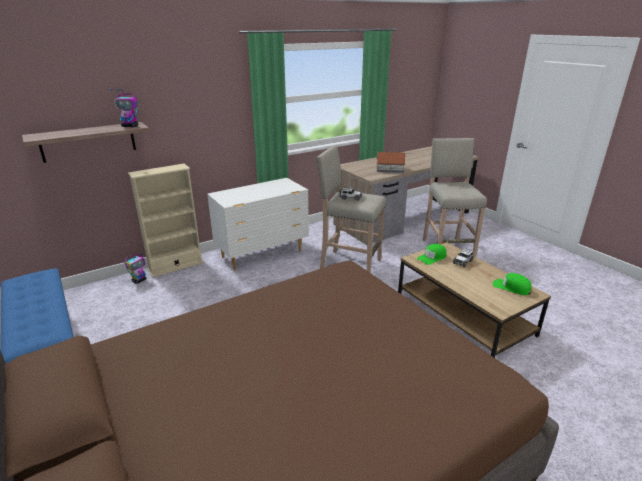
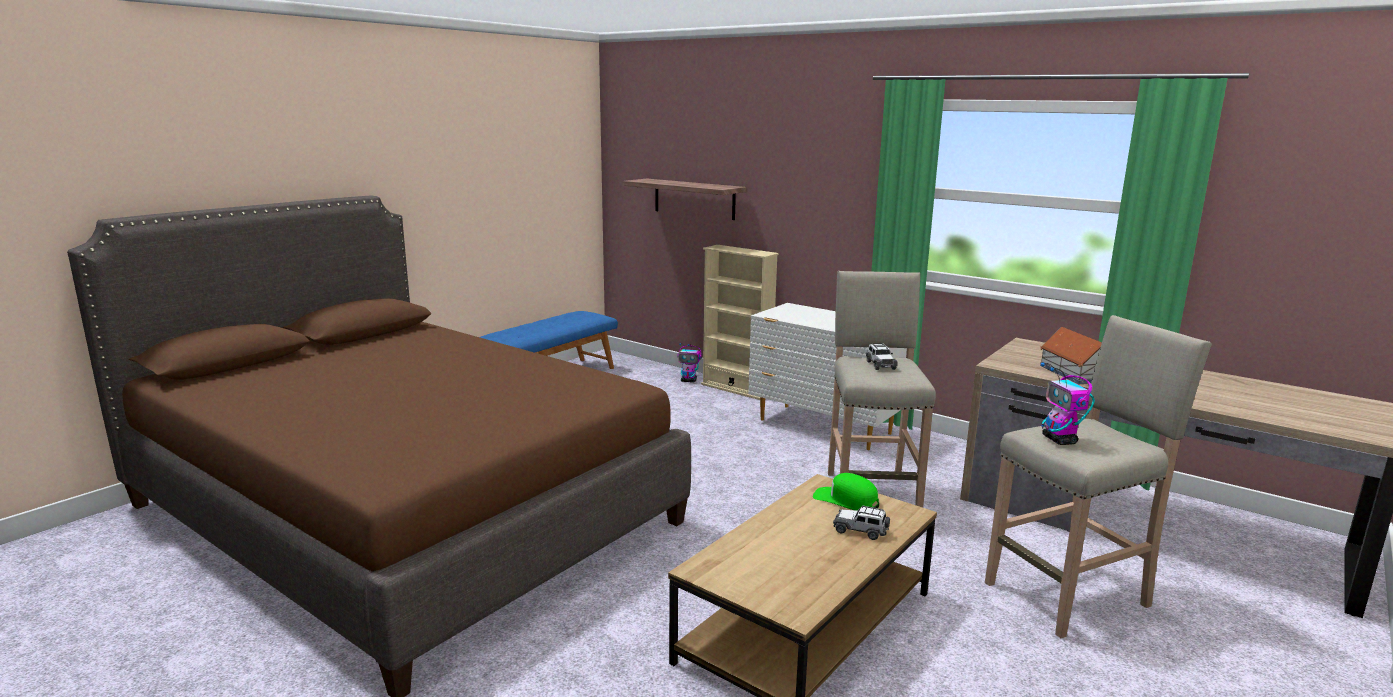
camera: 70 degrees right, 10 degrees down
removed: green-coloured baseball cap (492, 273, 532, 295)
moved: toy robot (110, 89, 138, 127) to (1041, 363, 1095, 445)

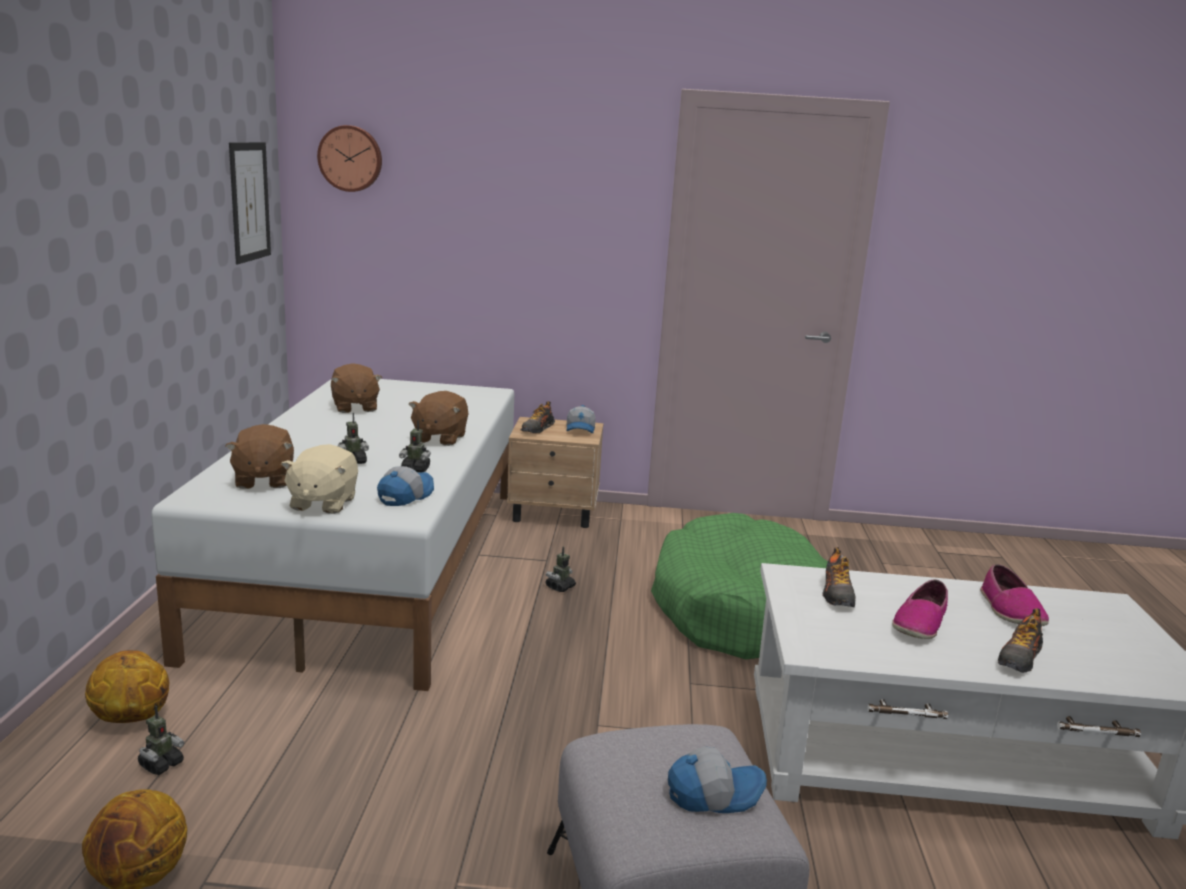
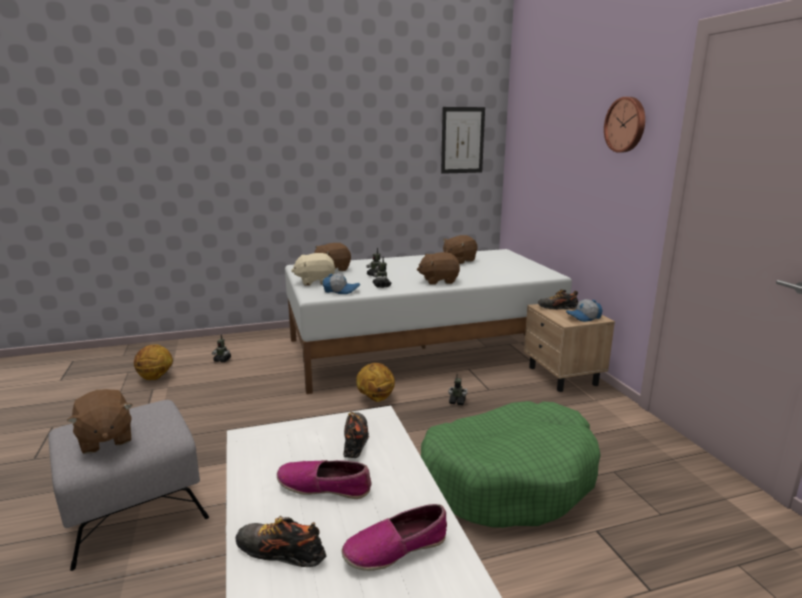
camera: 70 degrees right, 0 degrees up
moved: ball for basketball (85, 650, 169, 723) to (356, 363, 395, 402); wall clock (317, 125, 382, 192) to (604, 97, 645, 153)
replaced: baseball cap (668, 746, 767, 813) to brown-coloured cuddly toy (67, 389, 133, 454)
turned: shoe (822, 547, 855, 607) = (343, 412, 369, 458) 105 degrees clockwise

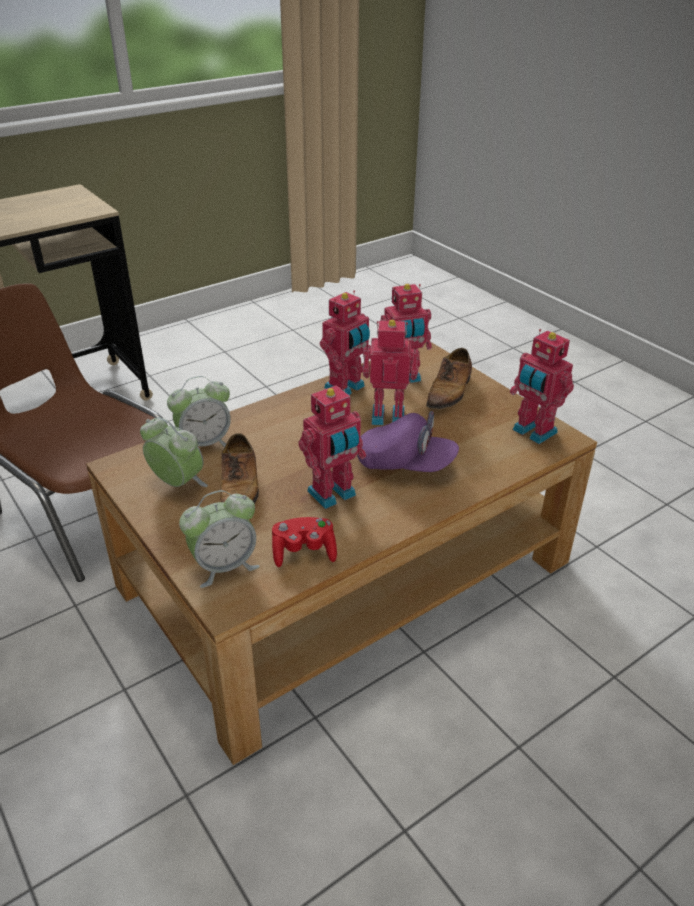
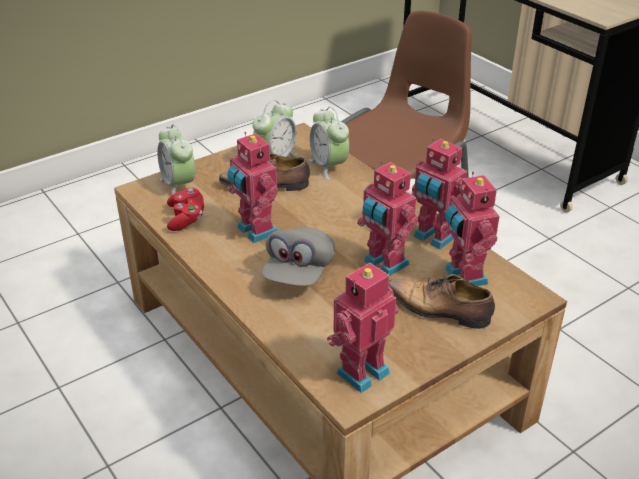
camera: 90 degrees right, 0 degrees up
recoloured: purplish baseball cap (357, 411, 459, 472) to greyish baseball cap (262, 228, 335, 286)
turned: toy robot (362, 320, 419, 425) = (357, 161, 418, 276) 135 degrees clockwise

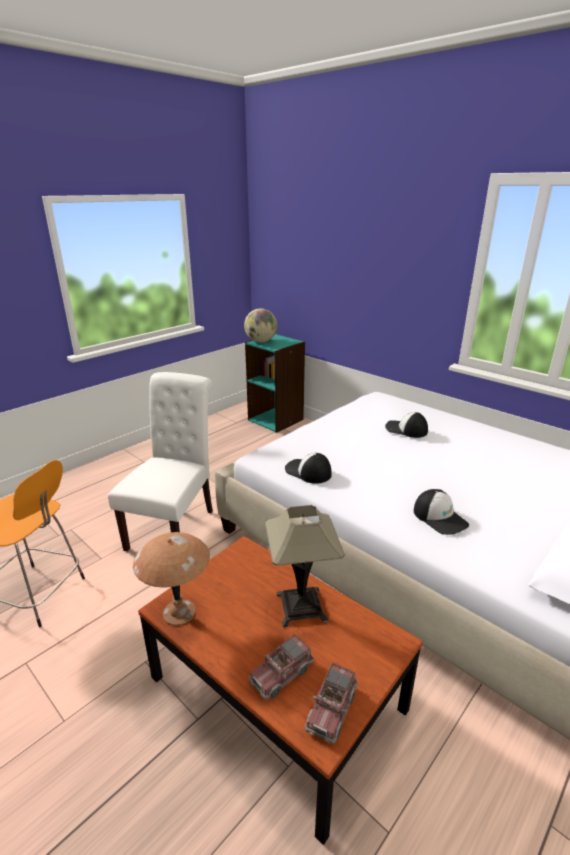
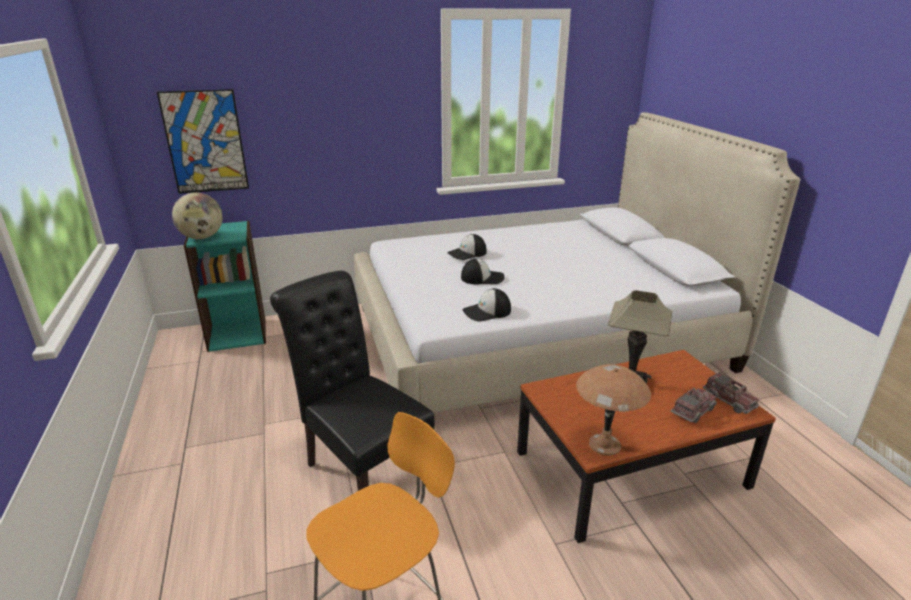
camera: 60 degrees left, 0 degrees up
added: wall picture (157, 89, 249, 194)
moved: baseball cap (414, 489, 469, 535) to (461, 258, 505, 284)
recoloured: white-coloured upright chair (108, 372, 213, 552) to black-coloured upright chair (270, 271, 435, 491)
turned: toy lorry (249, 634, 314, 700) = (671, 388, 717, 423) 120 degrees counterclockwise

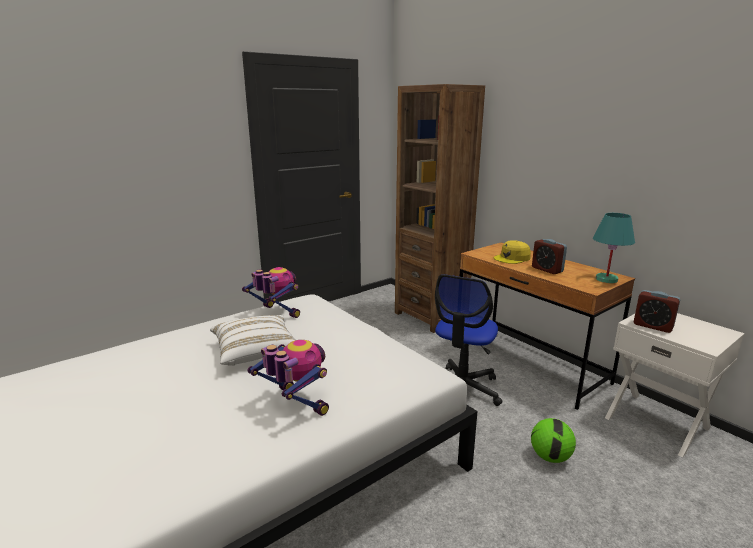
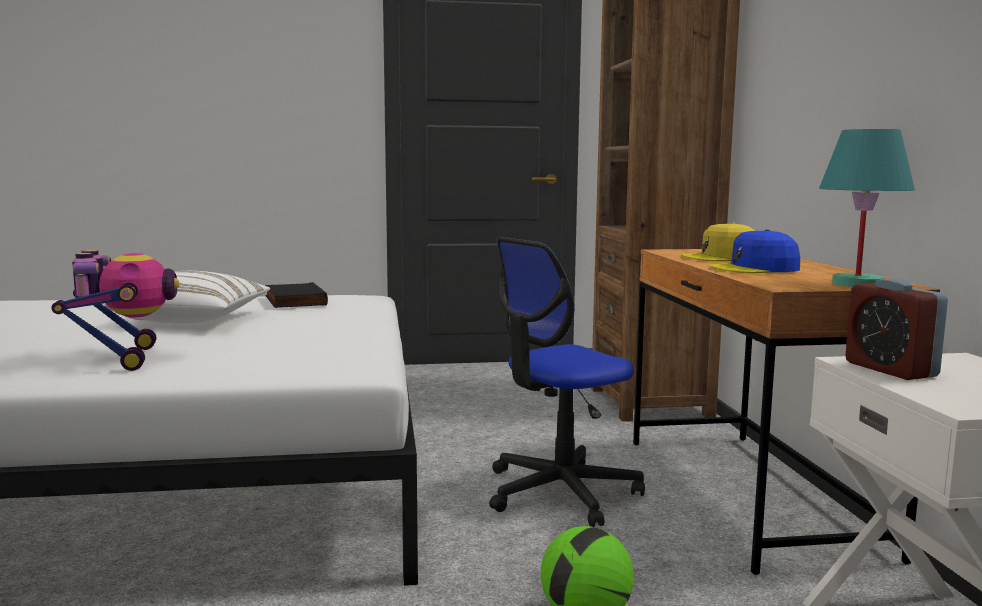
camera: 30 degrees right, 10 degrees down
replaced: toy robot (242, 267, 300, 318) to black-coloured book (265, 282, 328, 308); bedside clock (532, 239, 567, 274) to blue baseball cap (709, 229, 800, 273)

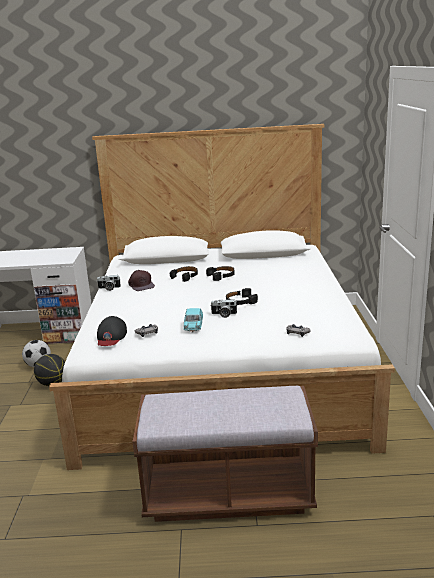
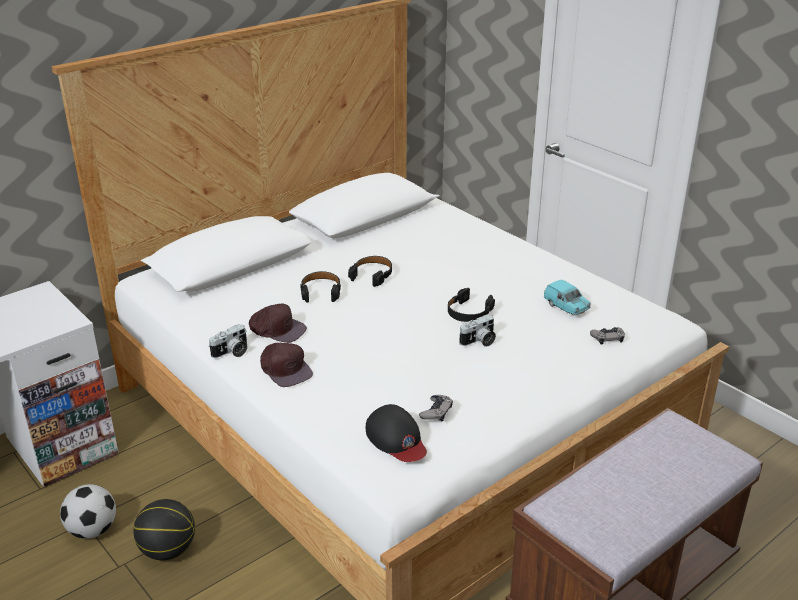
camera: 40 degrees left, 10 degrees up
added: brown-coloured baseball cap (260, 342, 313, 387)
moved: turquoise toy car (184, 308, 203, 332) to (544, 280, 590, 315)

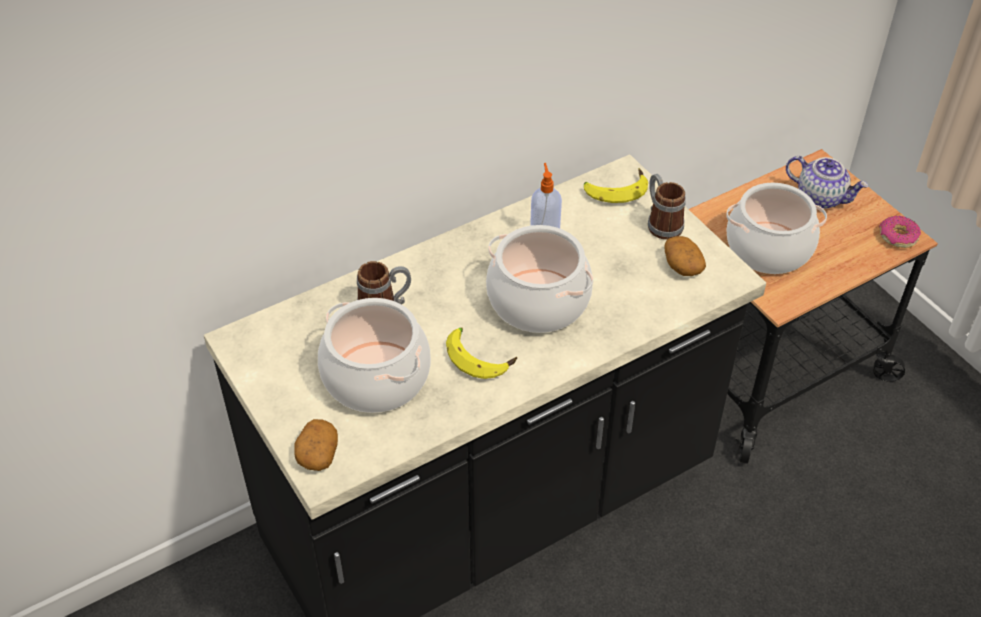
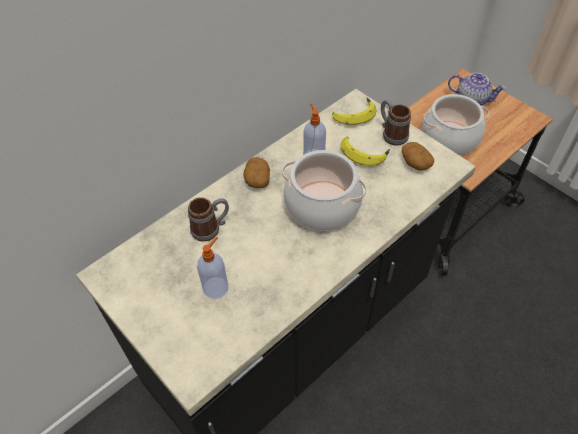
camera: 10 degrees left, 5 degrees up
removed: ring doughnut (879, 216, 921, 248)
moved: spud (294, 419, 338, 471) to (243, 157, 270, 188); banana fruit (446, 327, 517, 379) to (341, 137, 390, 166)
replaced: stockpot (318, 298, 431, 413) to soap bottle (197, 237, 228, 299)

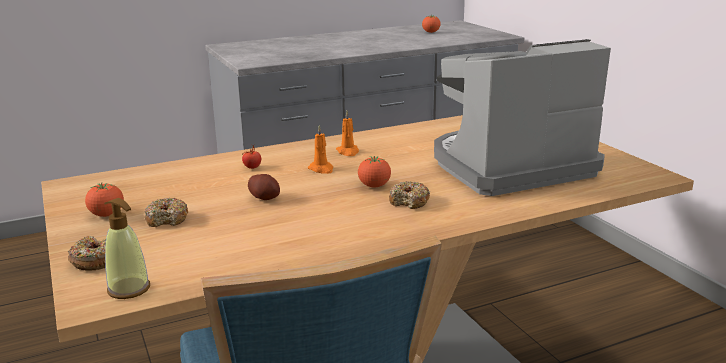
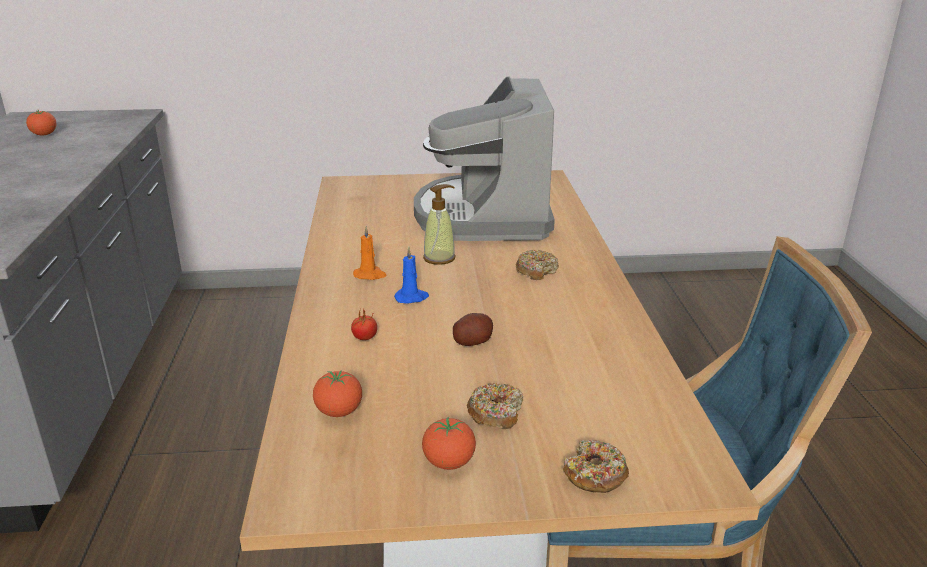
camera: 70 degrees left, 5 degrees up
moved: whole tomato (358, 156, 391, 188) to (313, 370, 362, 417); soap bottle (104, 198, 150, 299) to (423, 184, 456, 265)
recoloured: orange wax light (308, 125, 333, 174) to blue wax light (394, 247, 429, 304)

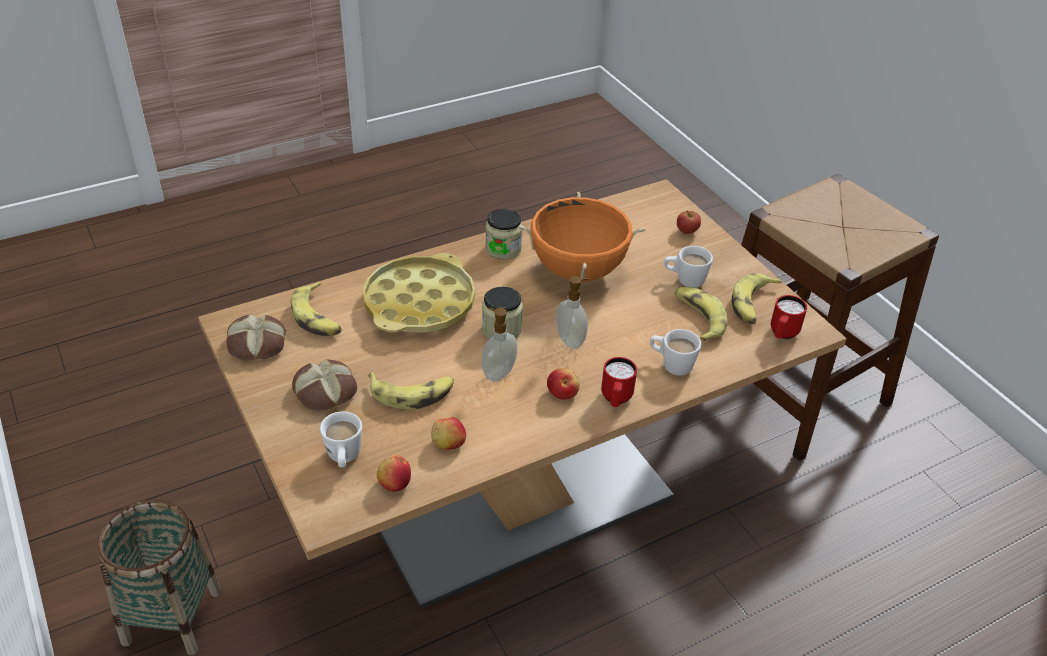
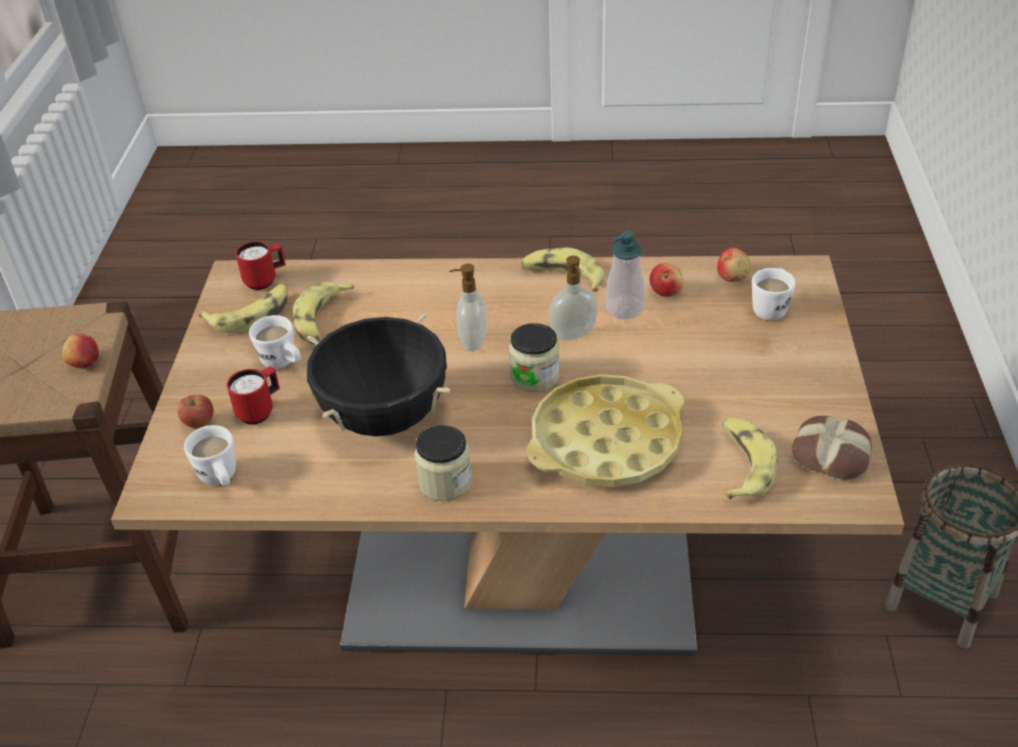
camera: 145 degrees left, 0 degrees up
removed: bread (292, 359, 357, 411)
added: soap bottle (606, 231, 645, 319)
moved: apple fruit (547, 368, 580, 400) to (62, 333, 99, 368); white-coloured tea mug (650, 329, 701, 376) to (184, 425, 236, 486); red-coloured tea mug (601, 357, 637, 407) to (227, 366, 280, 424); banana fruit (369, 372, 454, 409) to (521, 247, 604, 292)
recoloured: orange stockpot (518, 192, 645, 282) to black-coloured stockpot (307, 313, 451, 436)

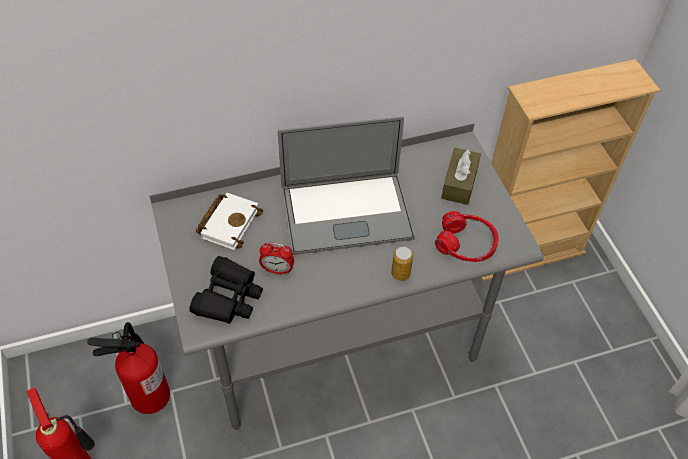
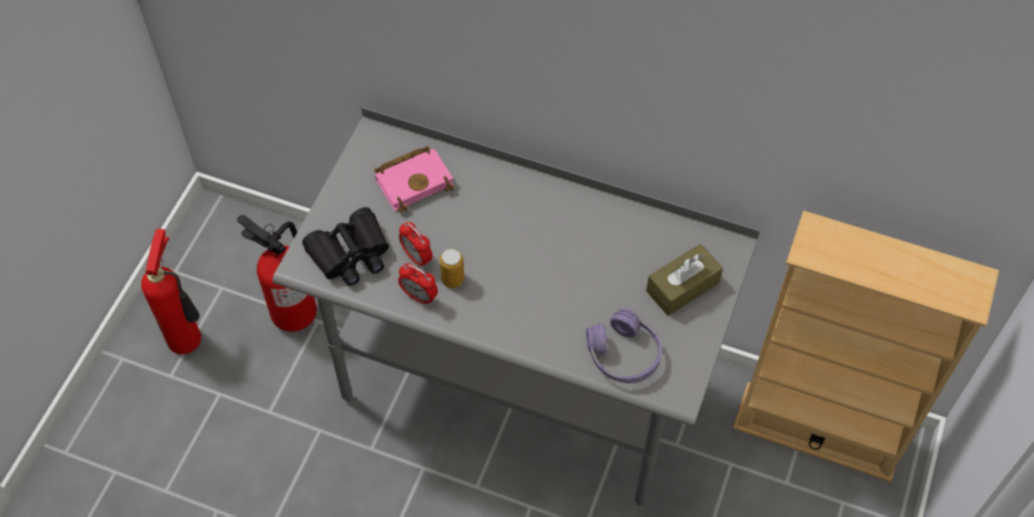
camera: 40 degrees right, 5 degrees up
removed: portable computer (278, 116, 415, 255)
added: bedside clock (398, 263, 438, 305)
moved: metal can (391, 247, 413, 281) to (440, 249, 464, 288)
recoloured: white-coloured book (196, 193, 264, 250) to pinkish book (374, 146, 454, 213); red-coloured headset (435, 211, 499, 262) to purplish headset (586, 308, 662, 383)

